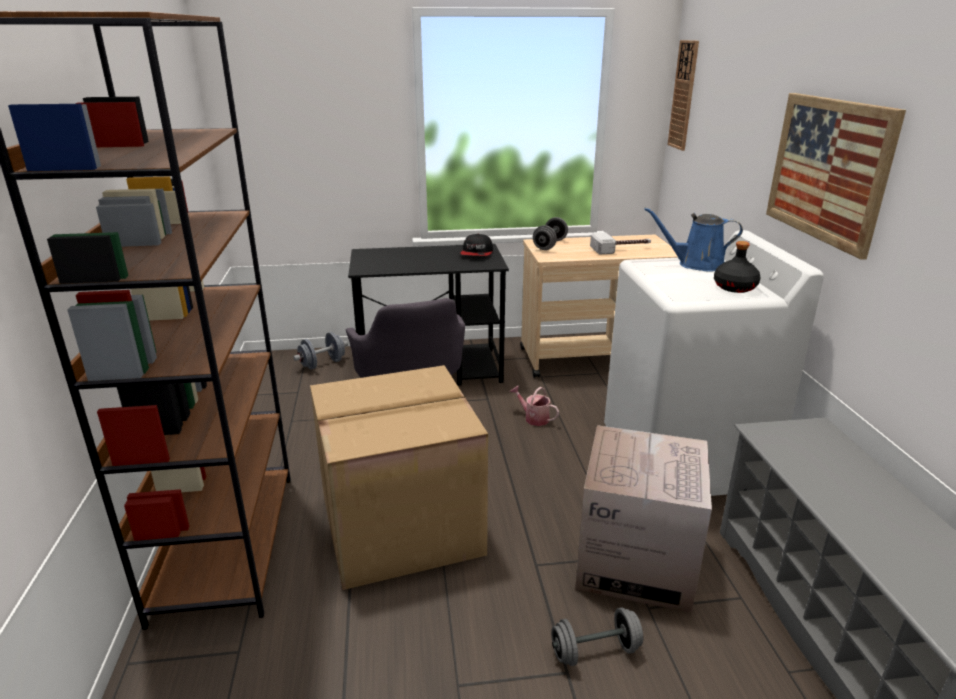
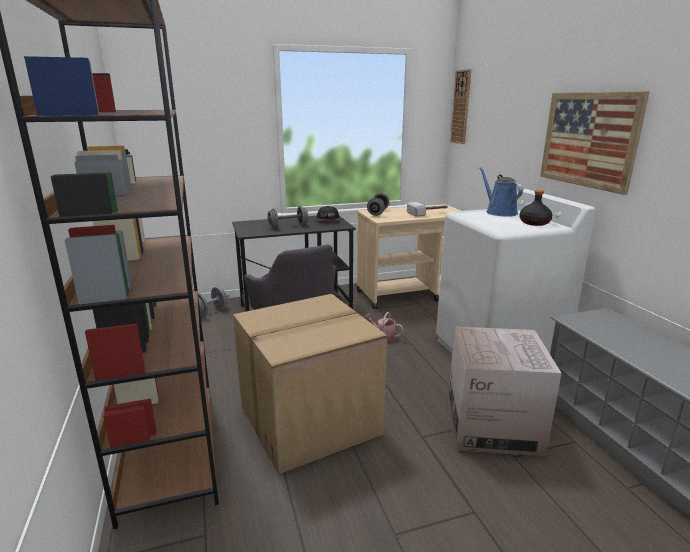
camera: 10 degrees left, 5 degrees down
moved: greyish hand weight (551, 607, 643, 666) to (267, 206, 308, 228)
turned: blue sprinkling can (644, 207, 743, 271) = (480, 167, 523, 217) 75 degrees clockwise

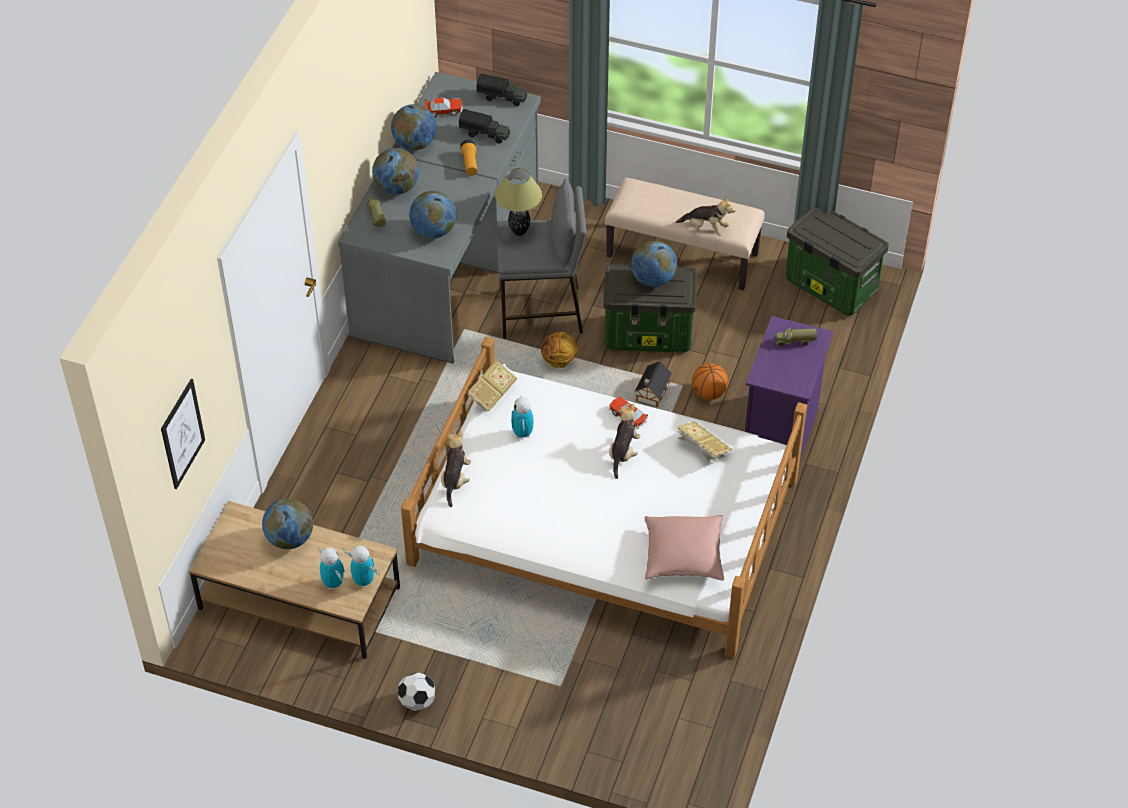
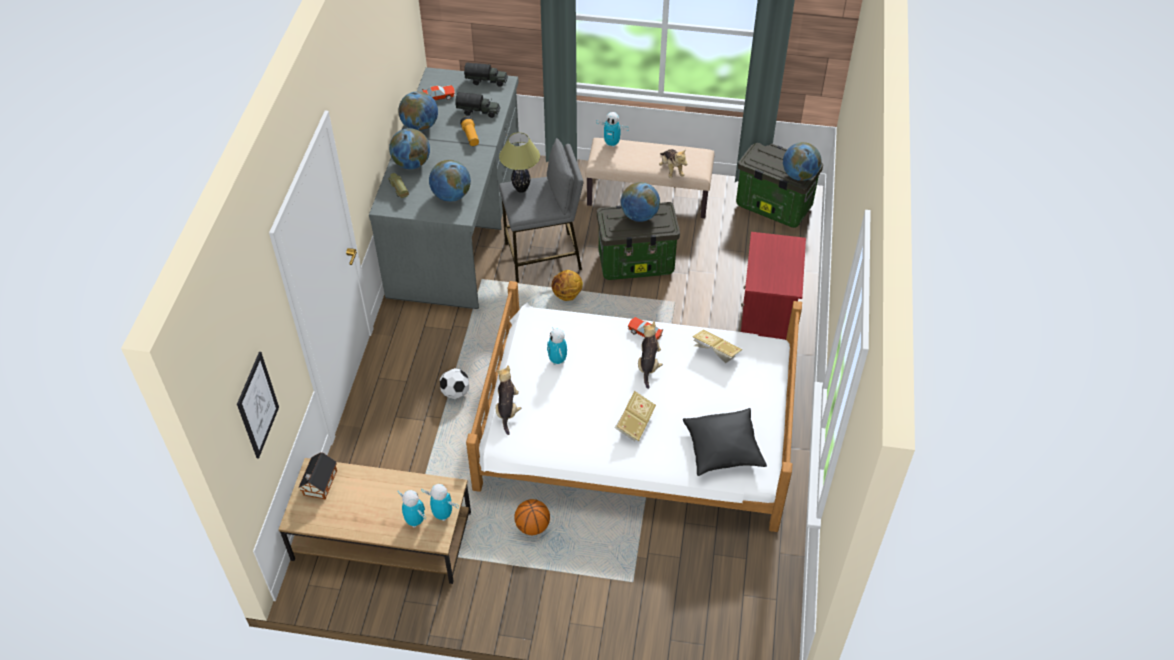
camera: 10 degrees left, 0 degrees up
removed: toy lorry (775, 328, 817, 346)
added: toy robot (596, 112, 629, 147)
moved: miniature house (634, 361, 672, 407) to (298, 452, 337, 499); ball for football (398, 672, 435, 711) to (440, 368, 469, 399); ball for basketball (692, 363, 728, 400) to (514, 499, 550, 535); book (467, 360, 518, 412) to (615, 391, 656, 441); world globe (262, 499, 313, 549) to (783, 142, 822, 181)
recoloured: pinkish throw pillow (645, 515, 724, 581) to black-coloured throw pillow (683, 408, 767, 476); purplish bedside table (745, 316, 834, 459) to red-coloured bedside table (741, 232, 806, 340)
turned: cuddly toy (676, 196, 736, 236) = (659, 149, 687, 178) 60 degrees clockwise

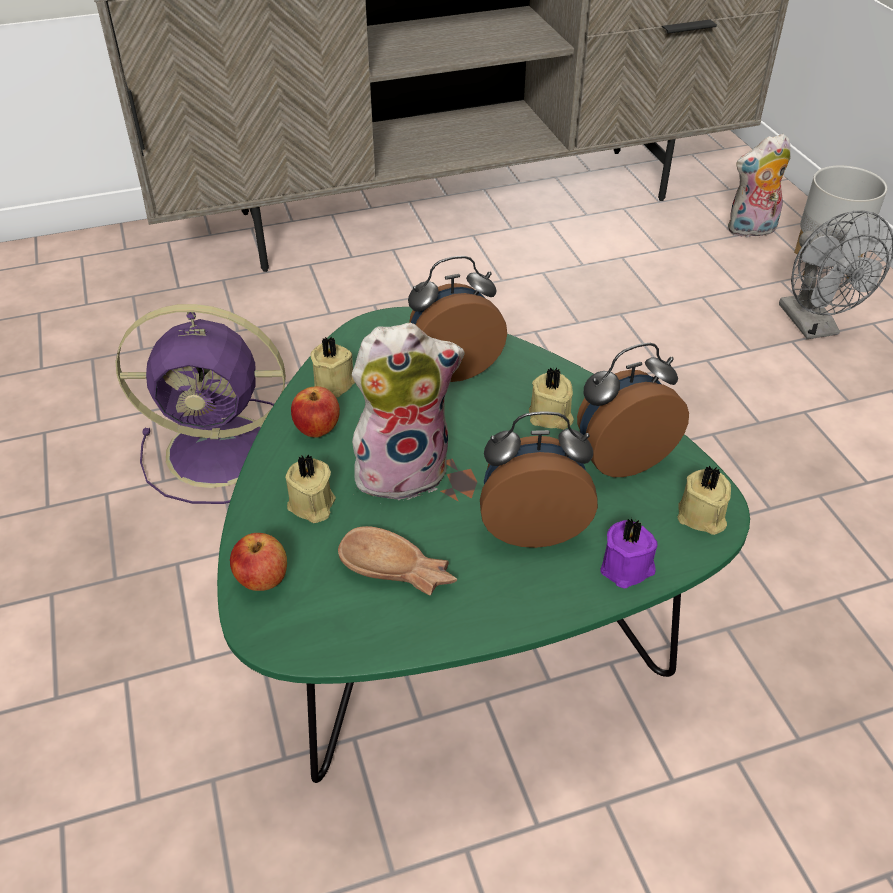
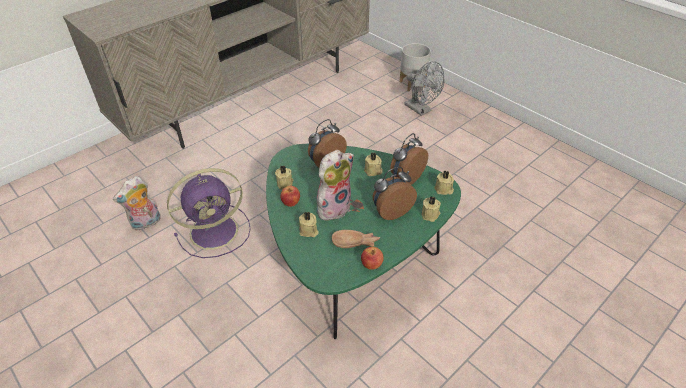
camera: 25 degrees left, 0 degrees up
moved: cuddly toy (728, 133, 791, 238) to (113, 176, 161, 231); apple fruit (230, 533, 287, 591) to (361, 247, 384, 270)
recoloured: purplish wax light (600, 518, 658, 588) to beige-coloured wax light (422, 196, 441, 222)

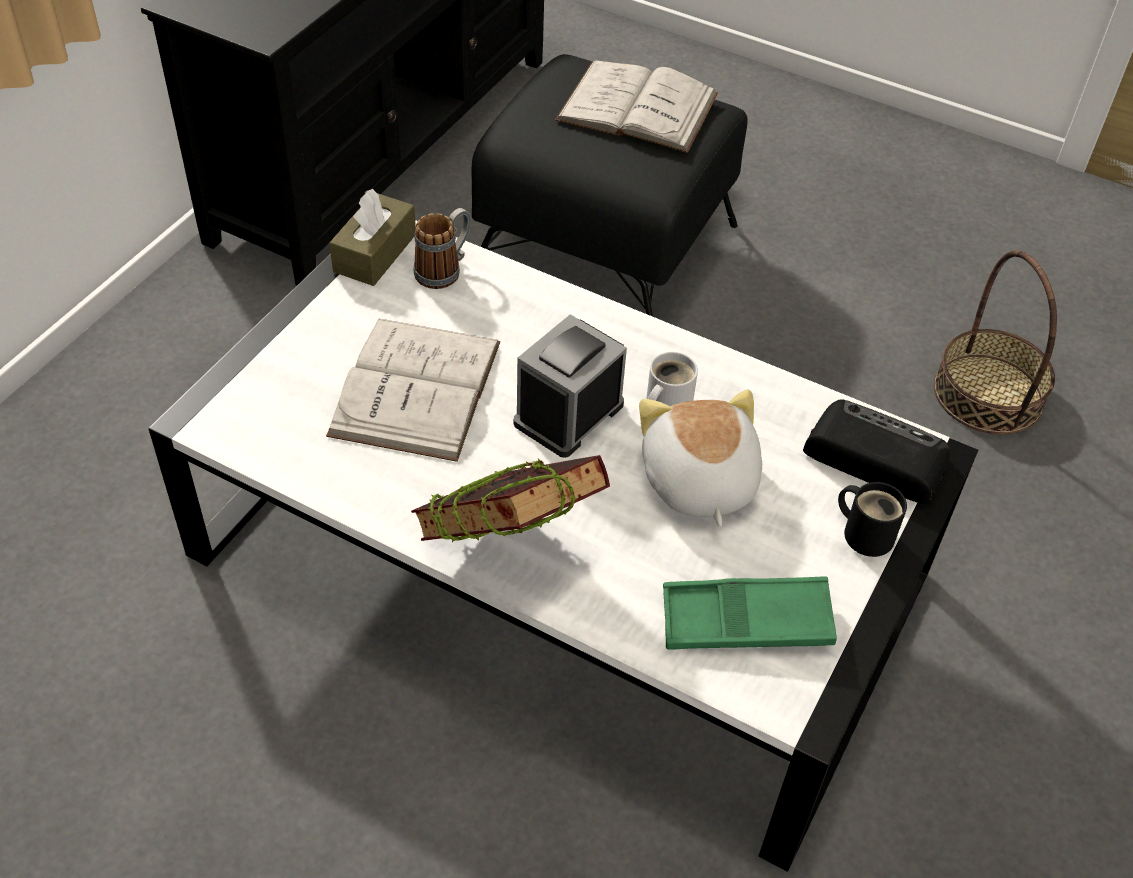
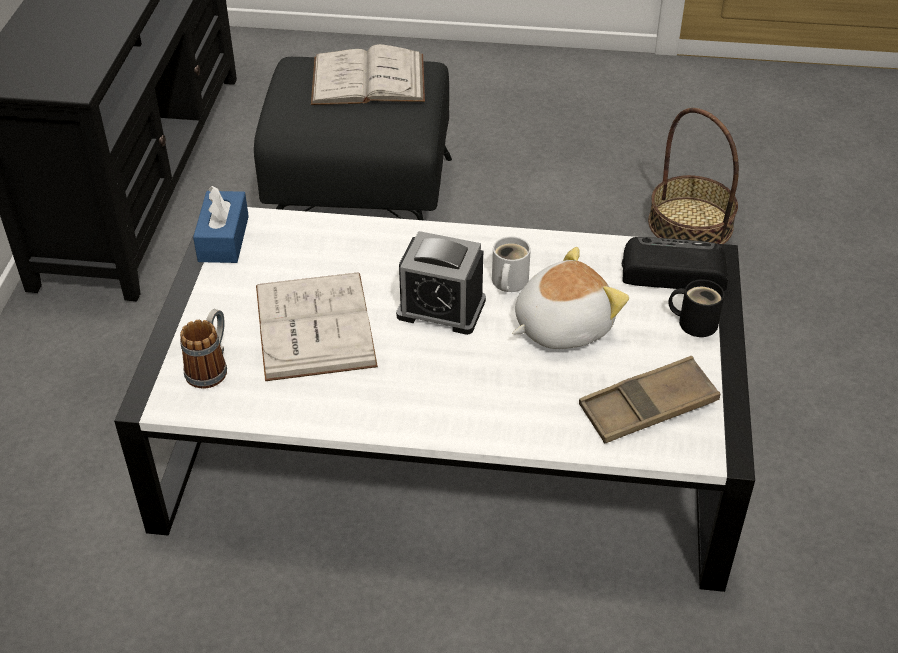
camera: 20 degrees left, 5 degrees down
removed: book (411, 455, 610, 542)
moved: tea mug (414, 208, 471, 289) to (180, 309, 227, 388)
recoloured: brown-coloured tissue box (329, 189, 416, 286) to blue tissue box (193, 186, 249, 263); green-coloured carrying tray (663, 577, 837, 650) to brown-coloured carrying tray (579, 356, 720, 443)
turned: bedside clock (514, 314, 627, 458) = (396, 231, 486, 335) 90 degrees counterclockwise; cuddly toy (639, 389, 762, 527) = (512, 247, 629, 349) 90 degrees clockwise

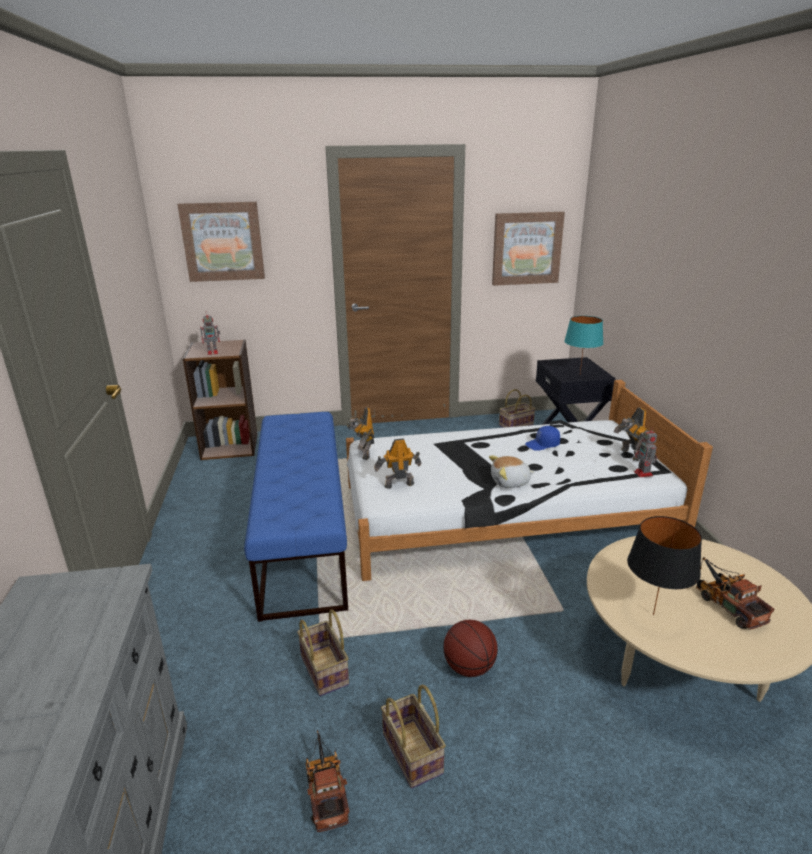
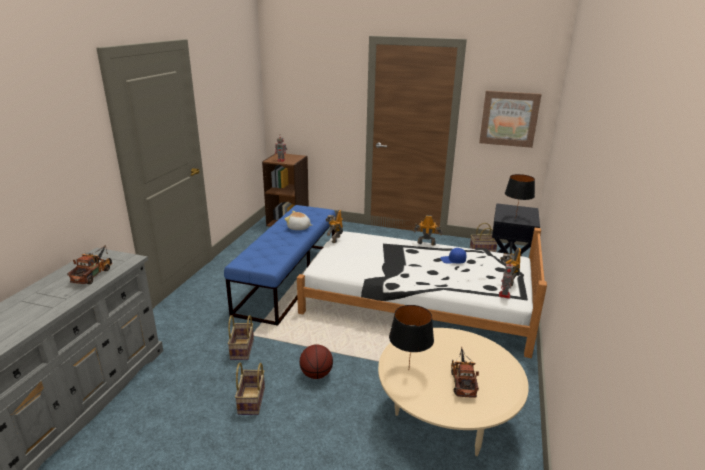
camera: 25 degrees right, 0 degrees up
removed: wall picture (177, 202, 265, 282)
moved: toy lorry (306, 729, 350, 832) to (67, 246, 112, 284); cuddly toy (489, 455, 535, 488) to (285, 211, 312, 230); toy robot (374, 438, 422, 489) to (413, 215, 442, 246)
recoloured: turquoise tabletop lamp (564, 316, 604, 373) to black-coloured tabletop lamp (505, 174, 535, 219)

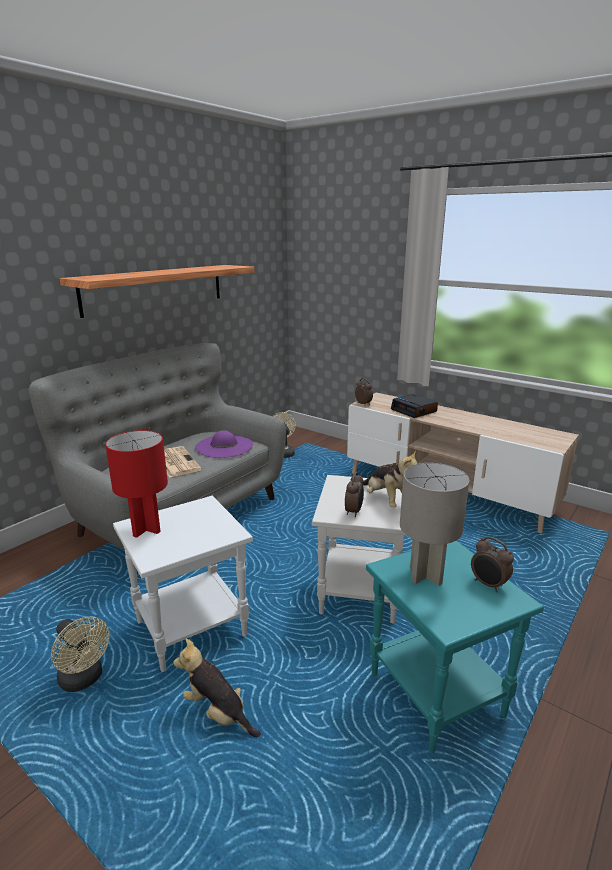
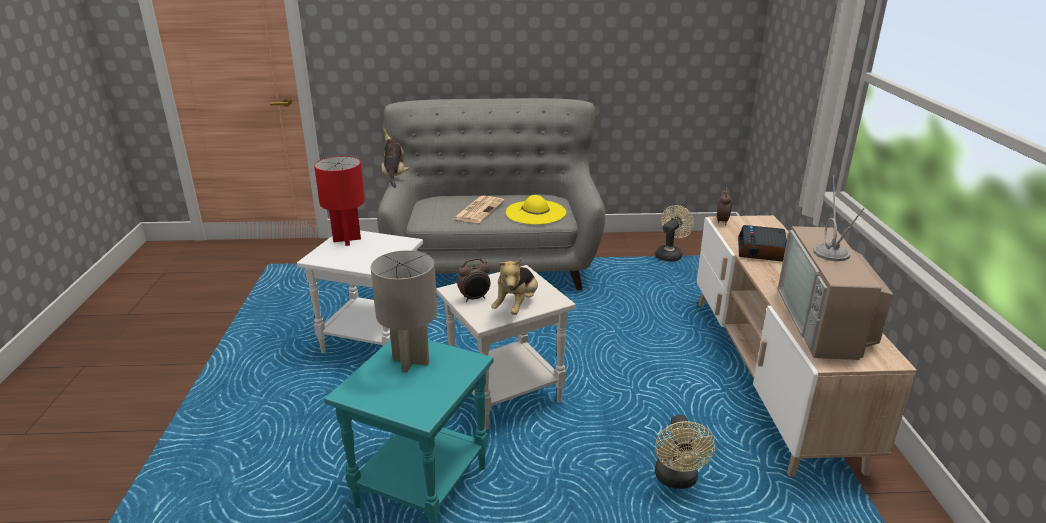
camera: 50 degrees right, 5 degrees up
removed: wall shelf (60, 265, 254, 318); bedside clock (471, 536, 514, 592)
added: TV (778, 175, 893, 360)
moved: cuddly toy (173, 639, 261, 737) to (381, 127, 409, 188); beige-coloured cooling fan (51, 616, 110, 692) to (655, 415, 715, 489)
recoloured: purplish wearable hat (195, 430, 253, 458) to yellow-coloured wearable hat (506, 195, 566, 225)

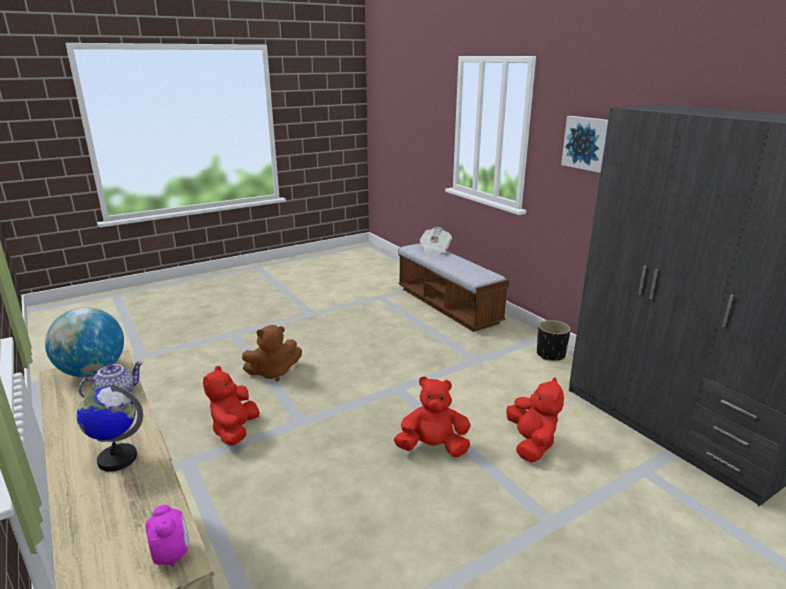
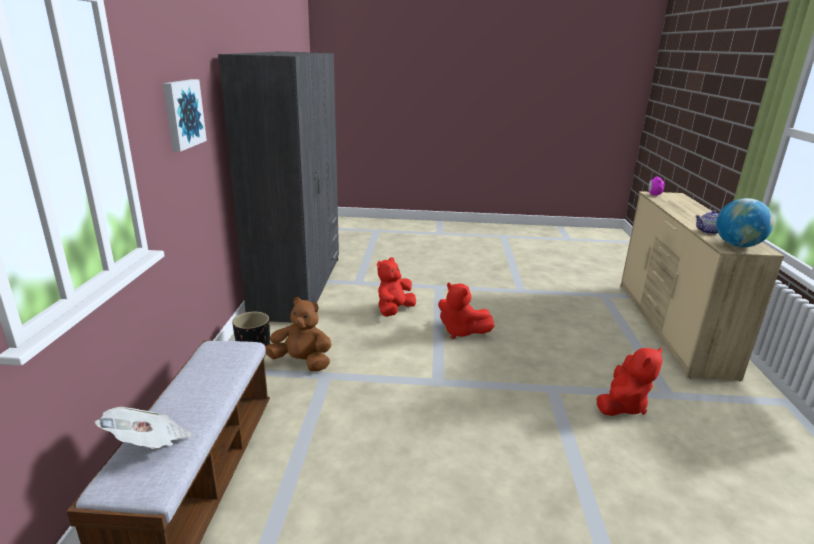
camera: 145 degrees left, 0 degrees up
removed: world globe (77, 384, 143, 472)
moved: brown-coloured cuddly toy (242, 325, 302, 381) to (265, 297, 332, 372)

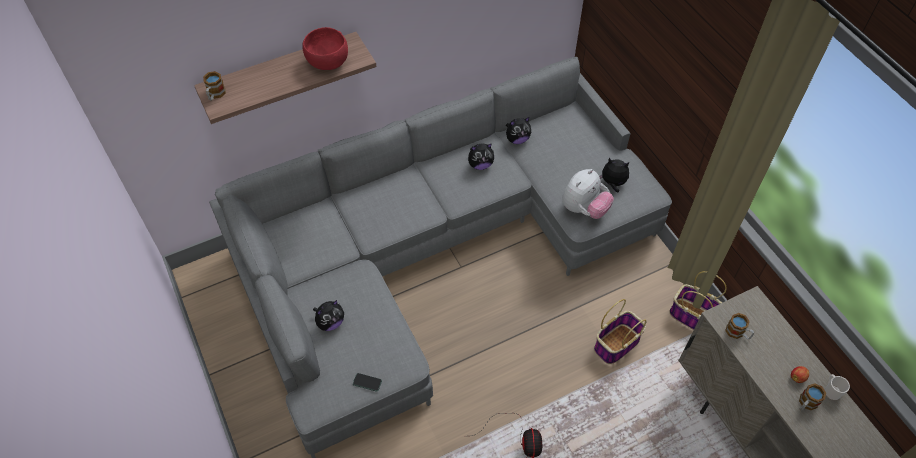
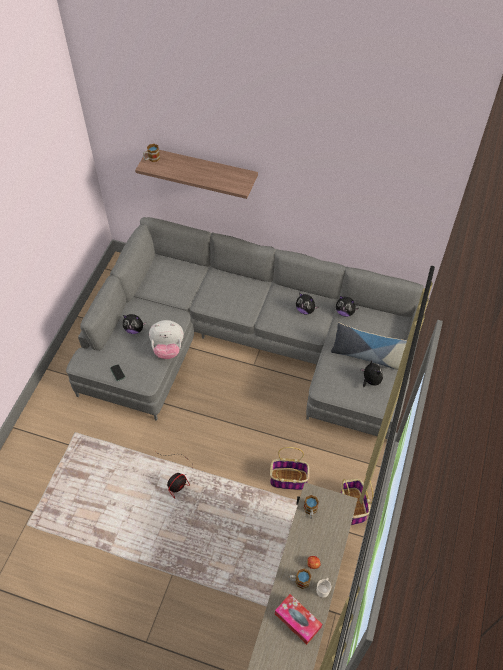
camera: 45 degrees right, 0 degrees up
removed: red-coloured deep dish (302, 27, 348, 70)
added: tissue box (275, 594, 322, 645); throw pillow (331, 323, 407, 370)
moved: cuddly toy (562, 169, 614, 219) to (149, 320, 184, 359)

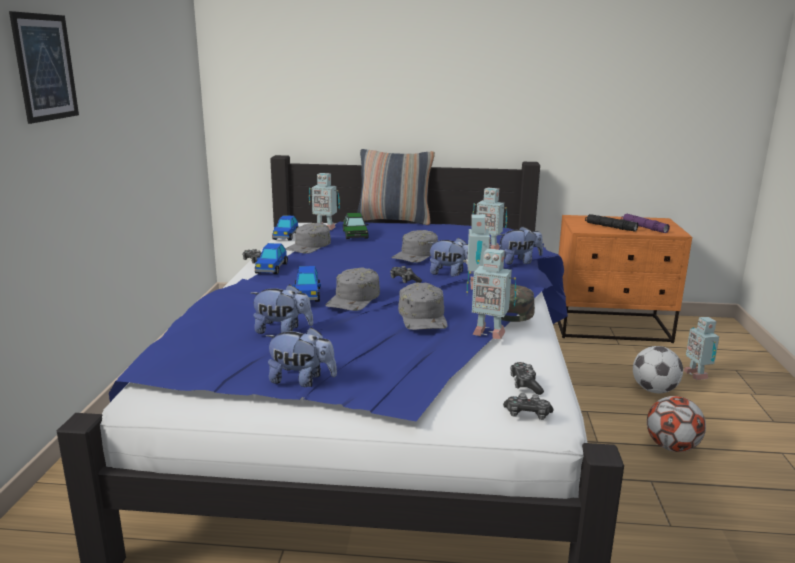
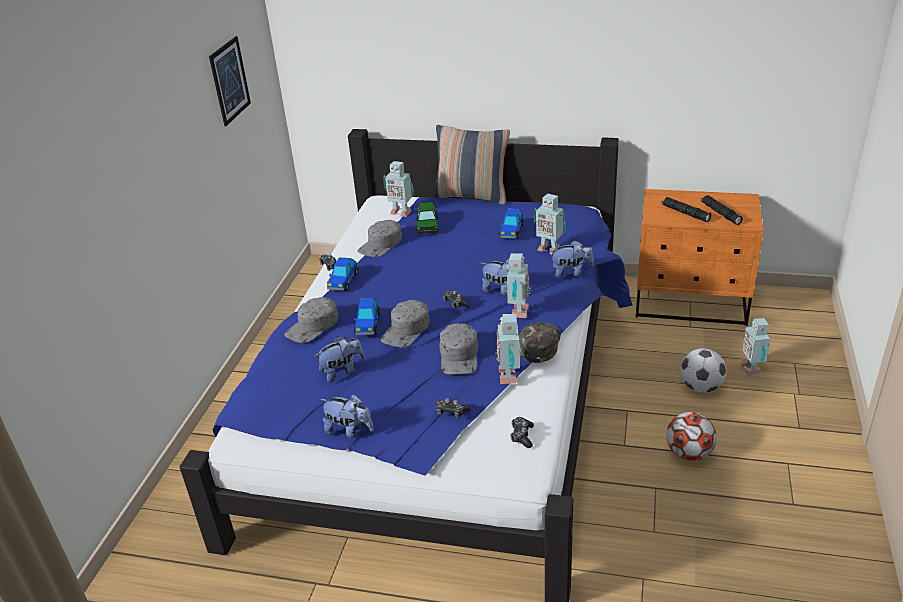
camera: 10 degrees right, 15 degrees up
moved: wall picture (9, 11, 79, 124) to (209, 36, 251, 126); greyish baseball cap (392, 230, 438, 263) to (284, 297, 338, 343); joypad (503, 393, 553, 420) to (435, 398, 470, 418); toy car (272, 215, 299, 241) to (499, 208, 524, 239)
recoloured: purplish torch (621, 214, 670, 233) to black-coloured torch (701, 195, 743, 225)
turned: cuddly toy (250, 284, 313, 334) = (314, 336, 365, 383) 45 degrees counterclockwise; toy robot (466, 248, 517, 339) = (495, 314, 524, 384) 60 degrees clockwise

